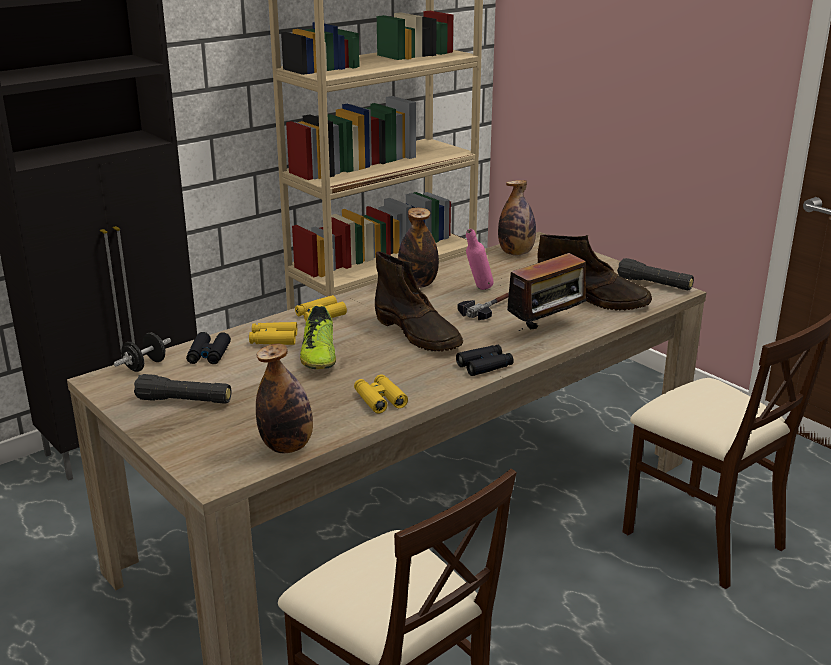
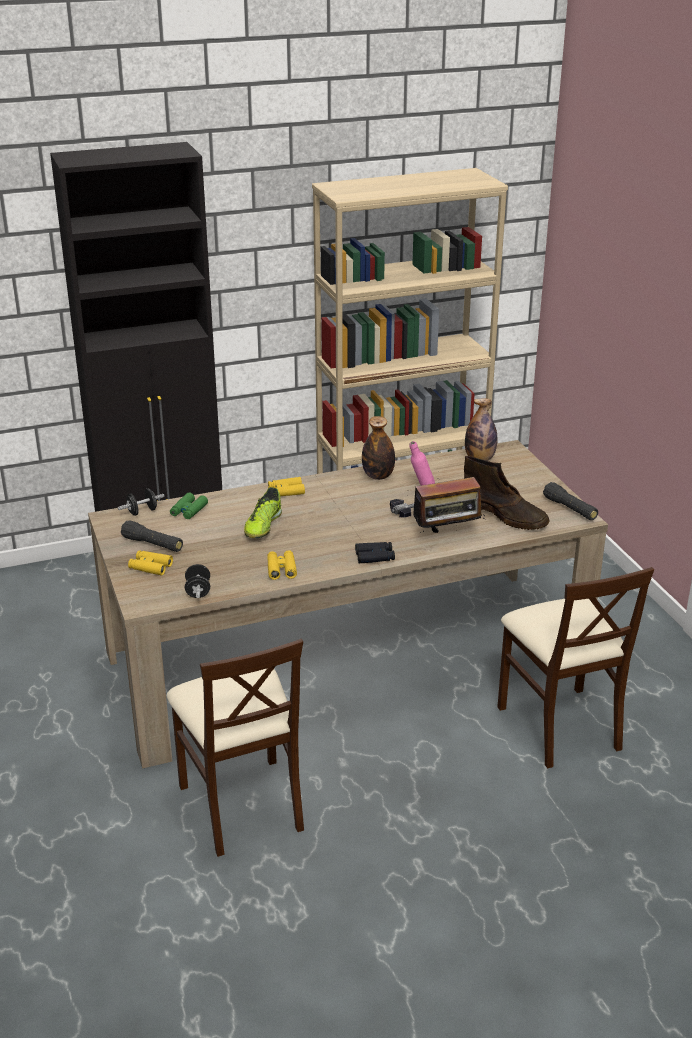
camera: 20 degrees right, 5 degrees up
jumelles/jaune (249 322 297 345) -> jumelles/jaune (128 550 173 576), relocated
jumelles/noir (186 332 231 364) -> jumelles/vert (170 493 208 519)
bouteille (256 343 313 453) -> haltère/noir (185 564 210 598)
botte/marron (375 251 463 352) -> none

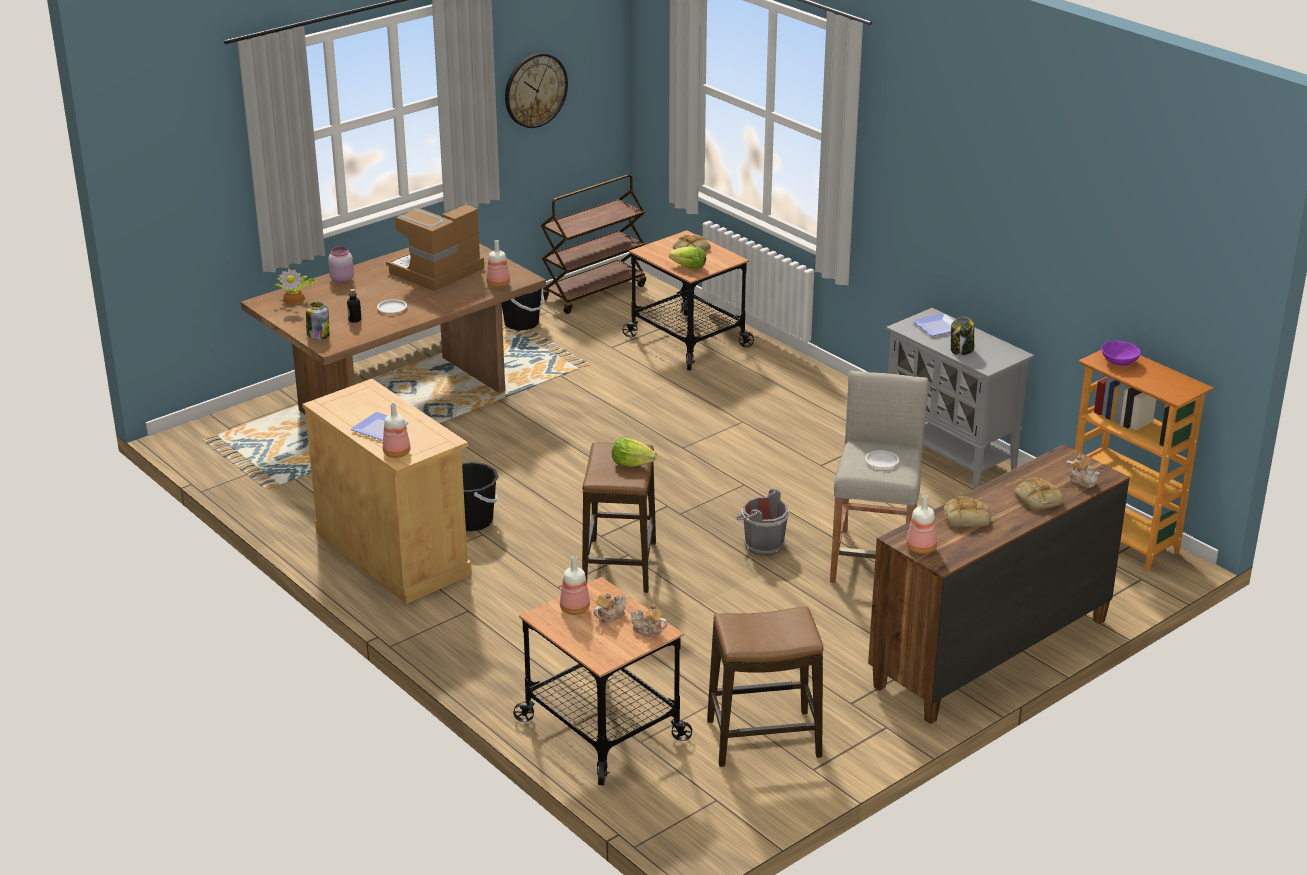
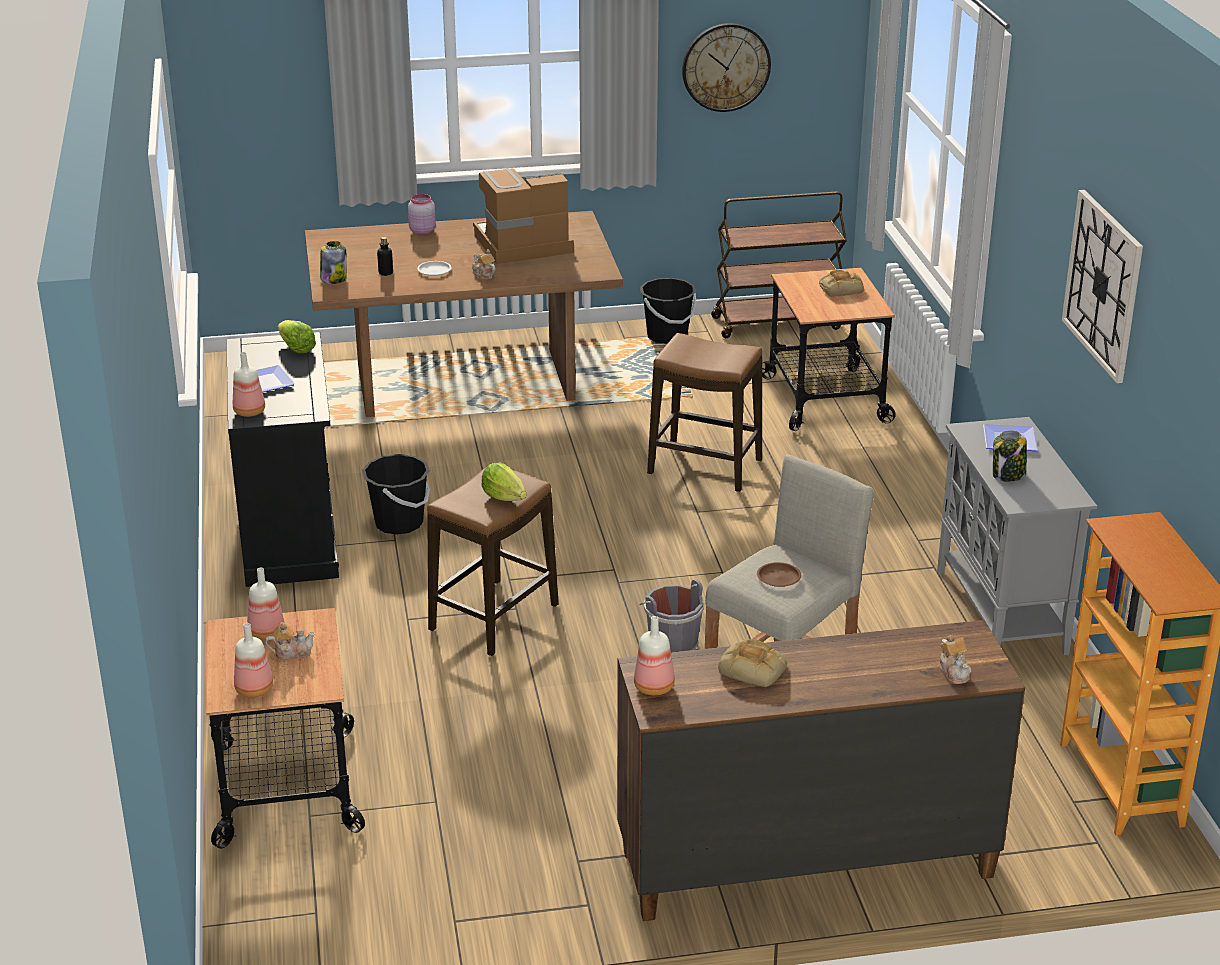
camera: 30 degrees right, 0 degrees up
meuble de rangement/beige (302 379 472 604) -> meuble de rangement/noir (226 332 339 587)
bouteille (487 240 510 288) -> bouteille (234 623 273 697), relocated
laitue (669 246 706 270) -> laitue (278 320 316 353), relocated
théière (630 603 668 637) -> théière (472 249 495 279), relocated
tabouret (707 606 824 767) -> tabouret (647 333 762 492), relocated
assiette/blanc (865 450 899 468) -> assiette/marron (757 562 801 587)
none -> horloge murale (1062 190 1143 383)
plante en pot (272 268 317 305) -> none
pain (1014 477 1064 510) -> none
bol/violet (1101 341 1141 366) -> none

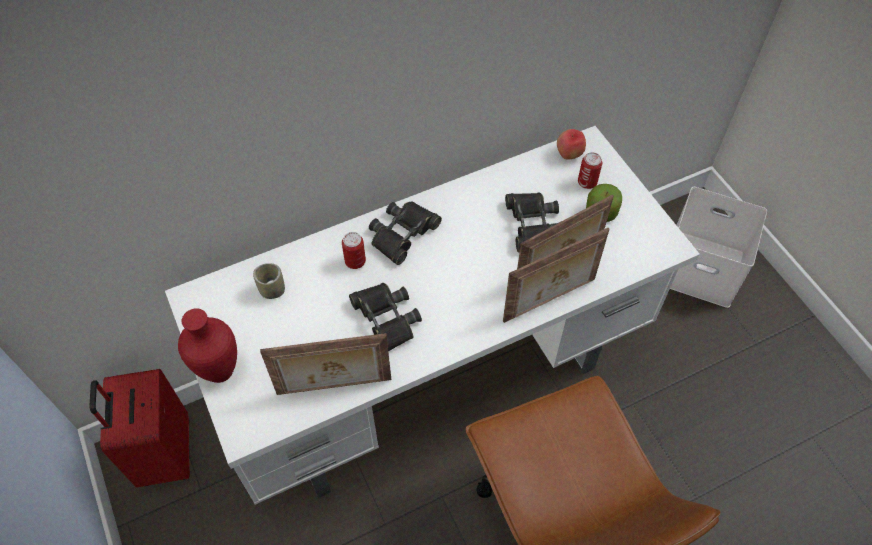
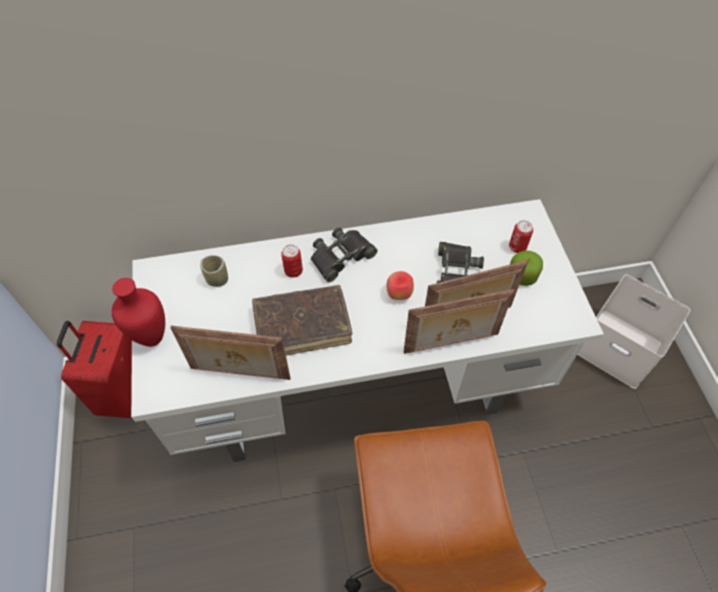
camera: 15 degrees right, 0 degrees up
jumelles/noir (349 283 422 351) -> livre/marron (252 285 352 355)
pomme (557 129 586 160) -> pomme (386 271 414 300), relocated

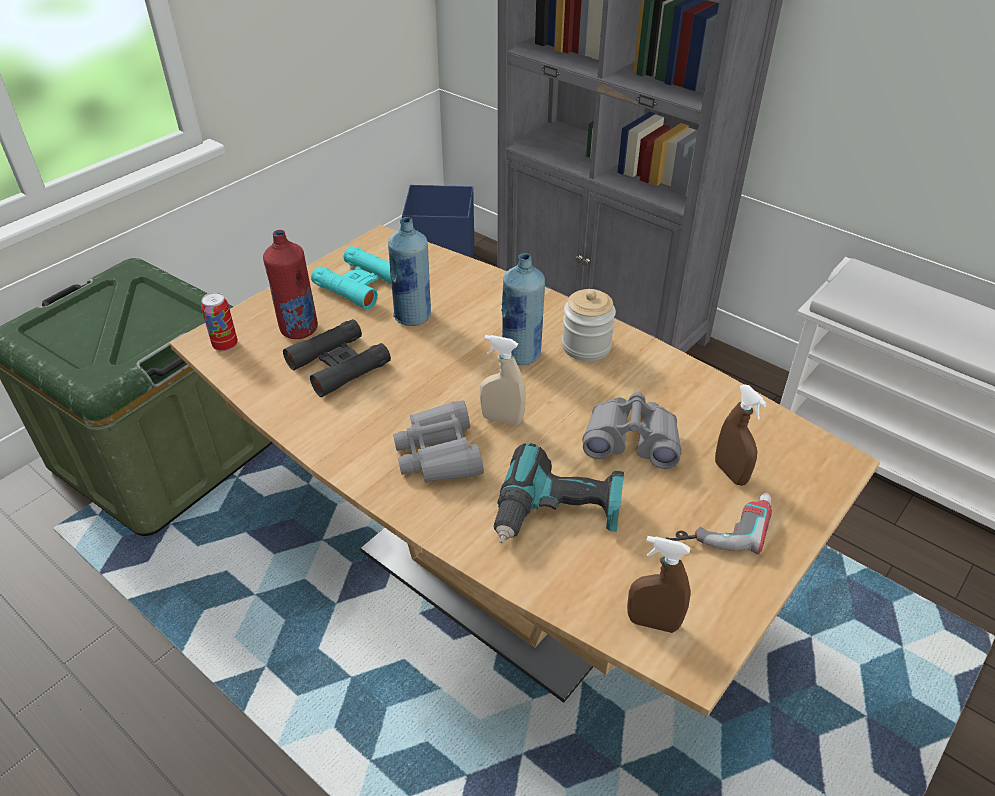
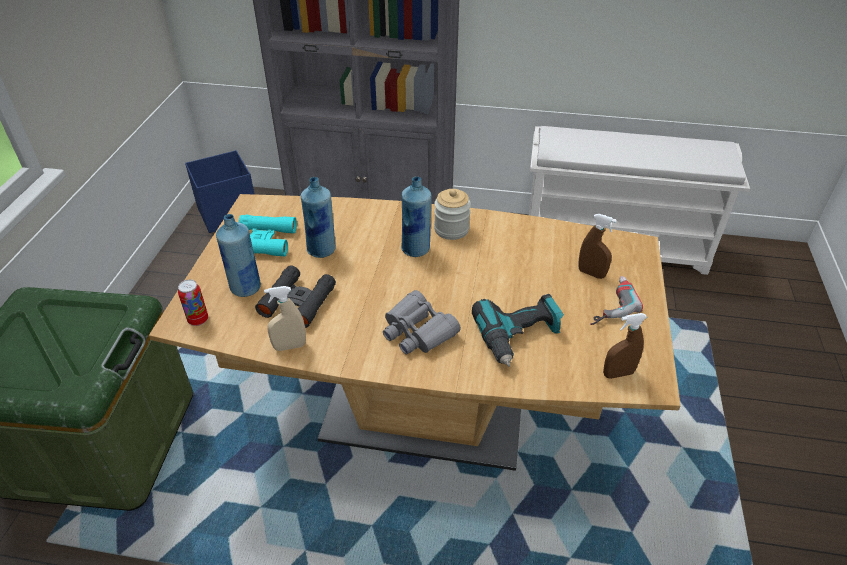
camera: 30 degrees left, 0 degrees up
bouteille/rouge (263 230 318 339) -> bouteille/bleu (216 214 261 297)
vaporisateur/beige (480 335 526 425) -> vaporisateur/beige (264 286 306 351), relocated
jumelles/gris (582 392 682 469) -> none

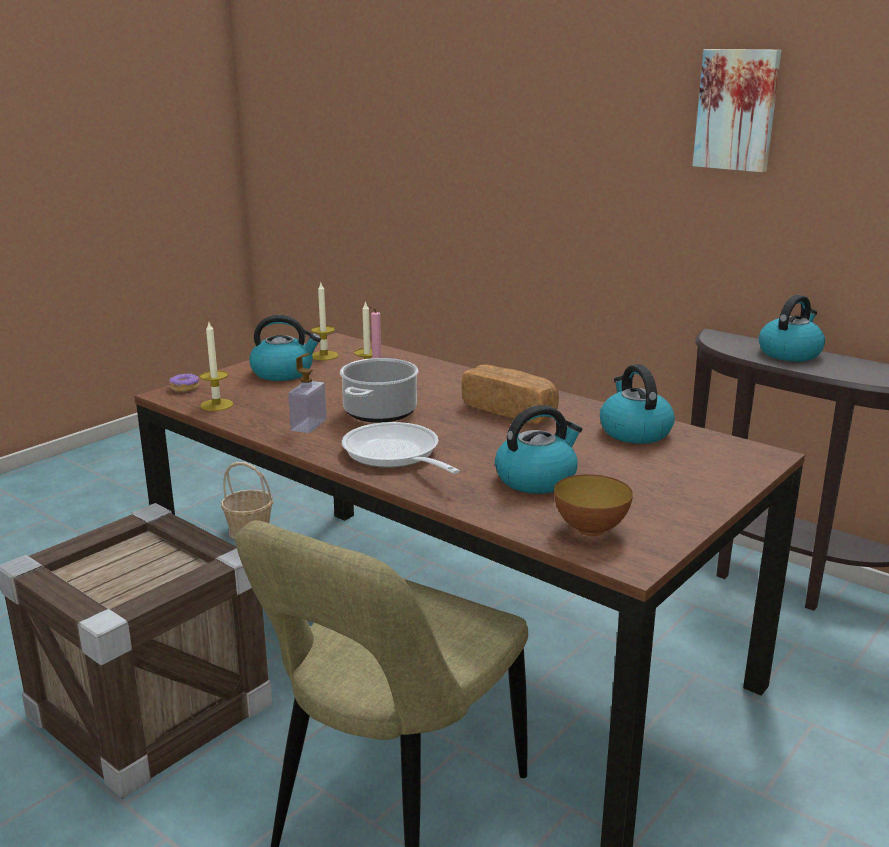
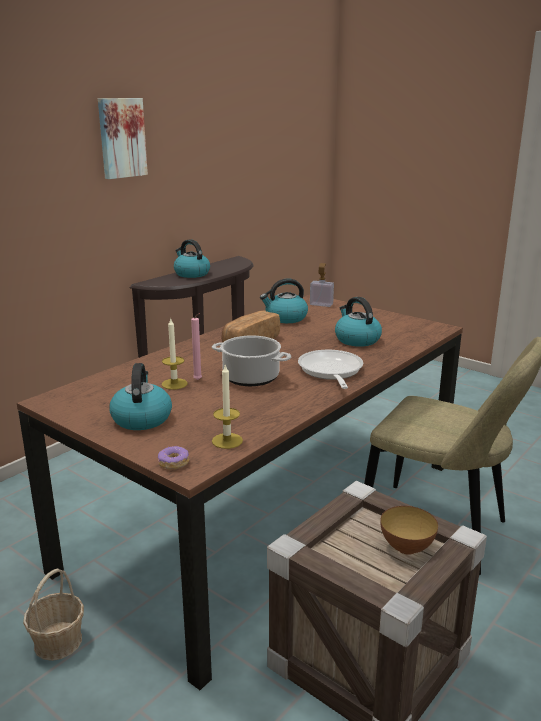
camera: 90 degrees left, 0 degrees up
poêle (342 422 460 474) -> poêle (298 350 363 389), 120 degrees clockwise
distributeur de savon (288 353 327 433) -> distributeur de savon (310 263 334 307), relocated
bol (554 474 633 536) -> bol (380 506 438 555), relocated
bougie (311 283 339 360) -> none

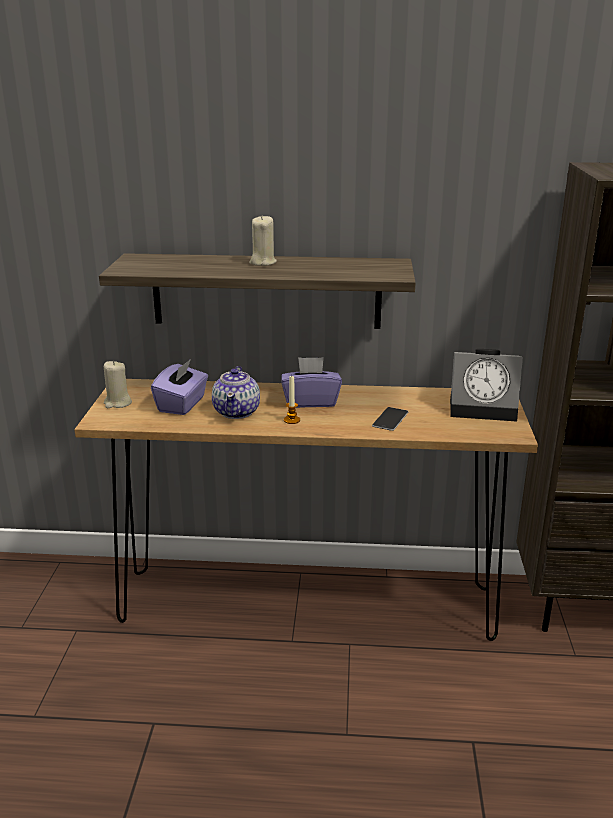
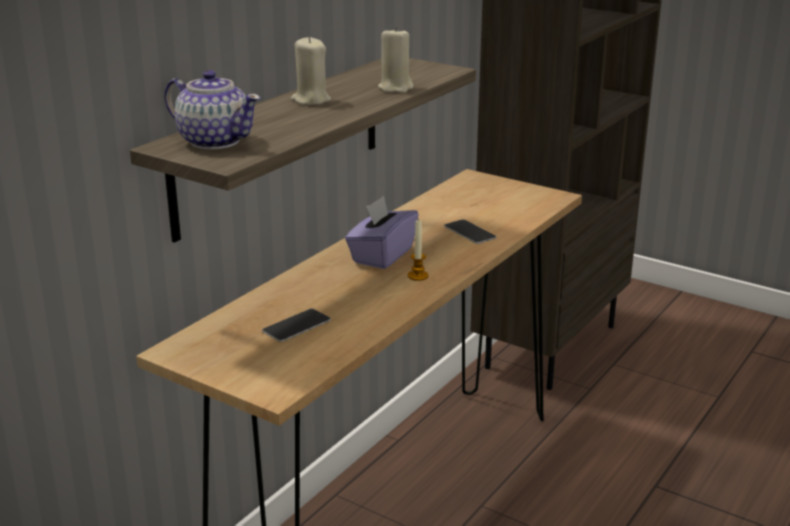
camera: 60 degrees left, 0 degrees up
théière (212 366 260 419) -> théière (164 70 261 149), relocated
boîte à mouchoirs/violet (151 359 208 415) -> téléphone (262 309 331 342)
bougie/beige (104 361 132 408) -> bougie/beige (378 26 414 93), relocated
réveil (450 349 523 422) -> none

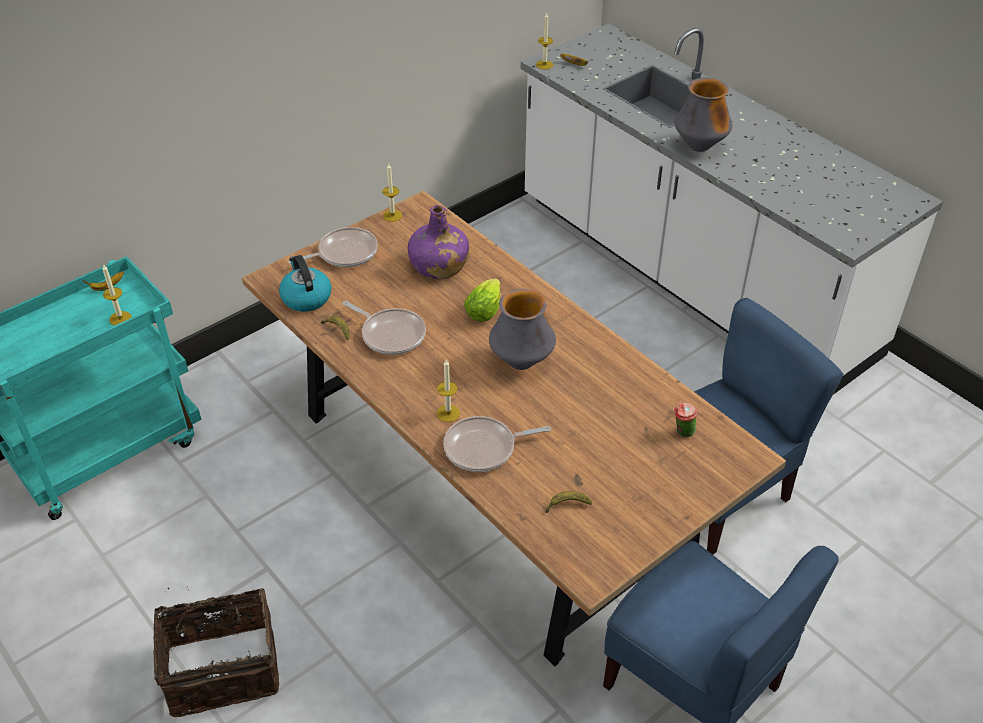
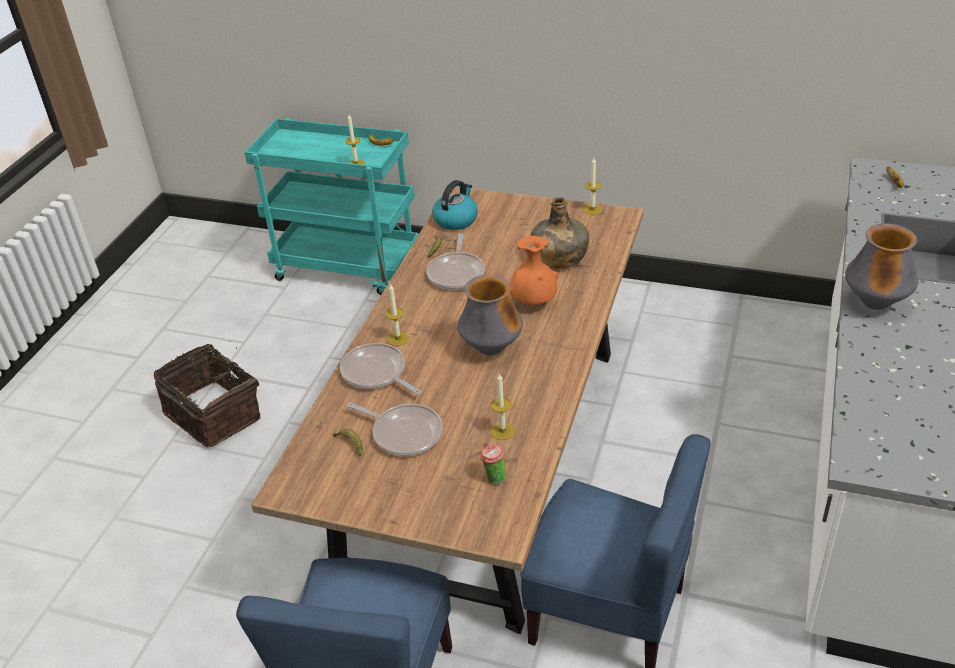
camera: 60 degrees right, 5 degrees down
poêle (288 227 378 267) -> poêle (347 402 443 456), relocated
bougie (536 12 553 70) -> bougie (491 373 515 440), relocated
laitue (464 278 501 322) -> vase/orange (510 236 559 306)
bouteille/violet (408 205 469 279) -> bouteille/vert (531 197 589 269)

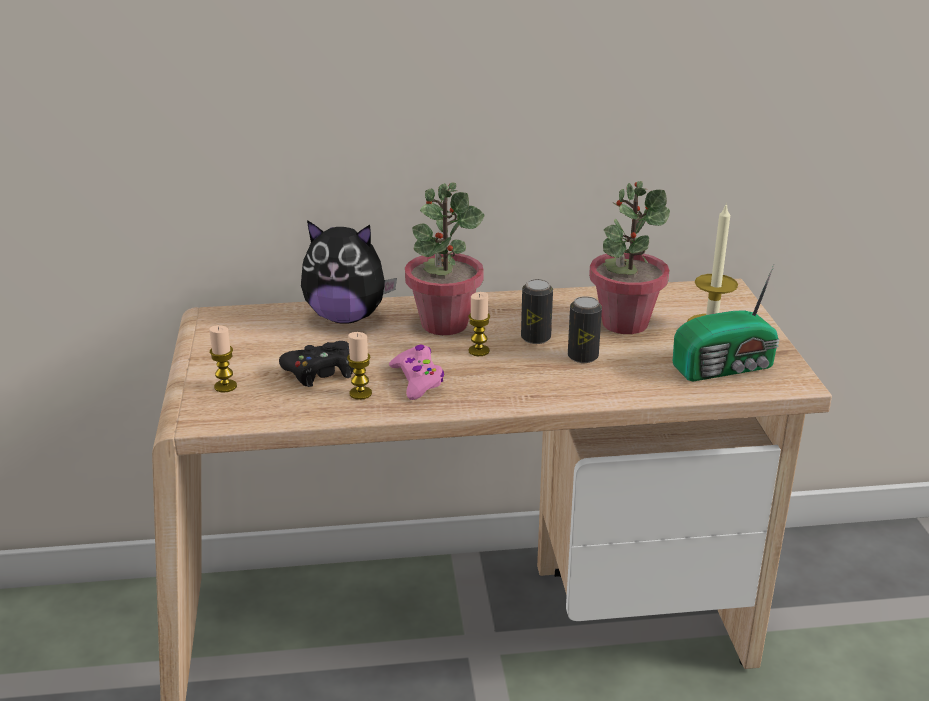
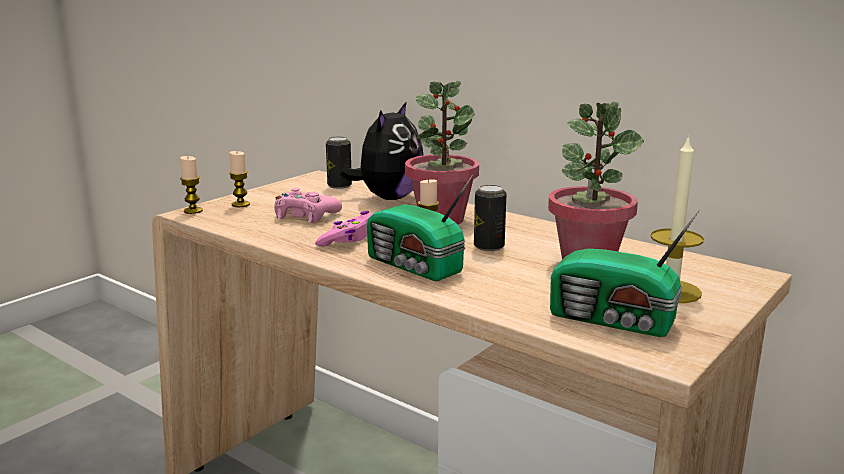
camera: 45 degrees right, 10 degrees down
bougie (347 332 372 400) -> bougie (180 156 203 214), relocated
manette/noir (279 341 354 387) -> manette/rose (274 188 342 223)
boîte métallique (568 296 602 363) -> boîte métallique (326 137 352 189), relocated
peluche (301 220 397 324) -> peluche (340 101 423 200), 120 degrees counterclockwise
none -> radio (367 175 473 281)

